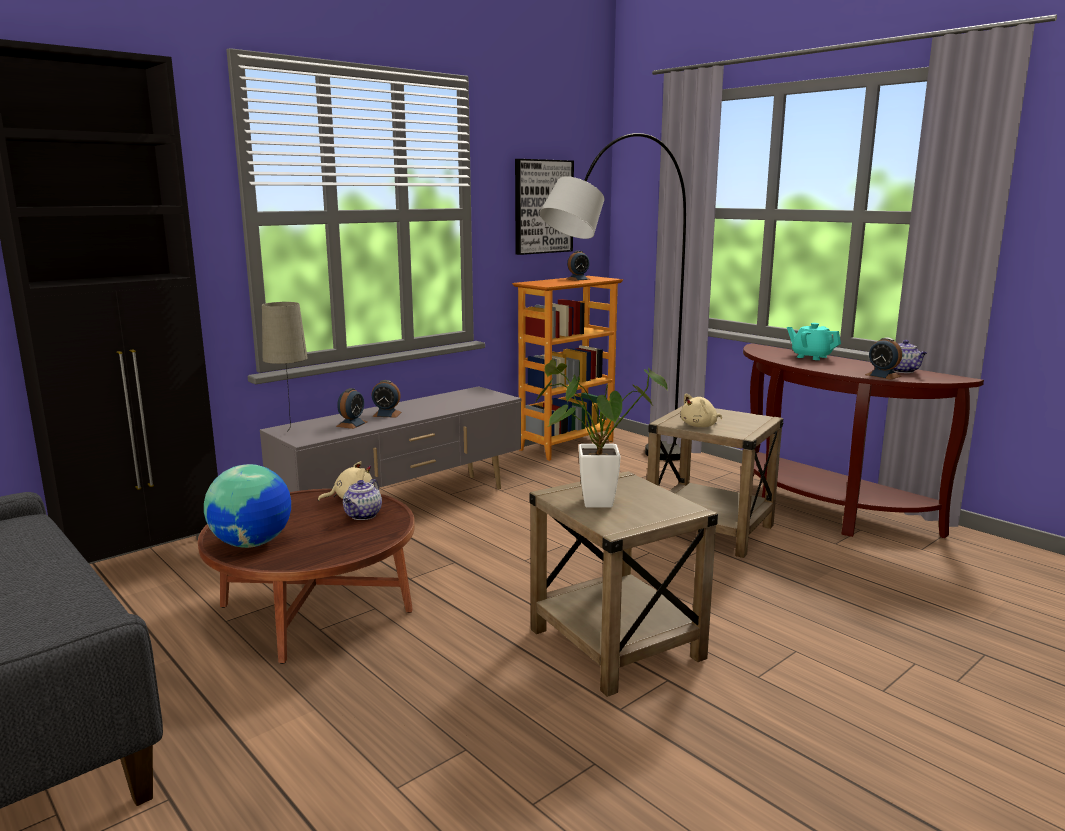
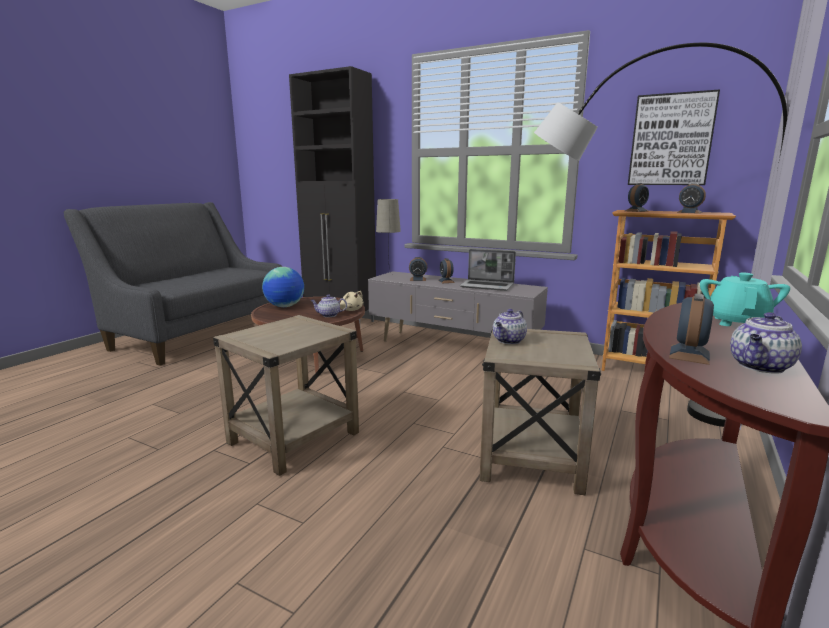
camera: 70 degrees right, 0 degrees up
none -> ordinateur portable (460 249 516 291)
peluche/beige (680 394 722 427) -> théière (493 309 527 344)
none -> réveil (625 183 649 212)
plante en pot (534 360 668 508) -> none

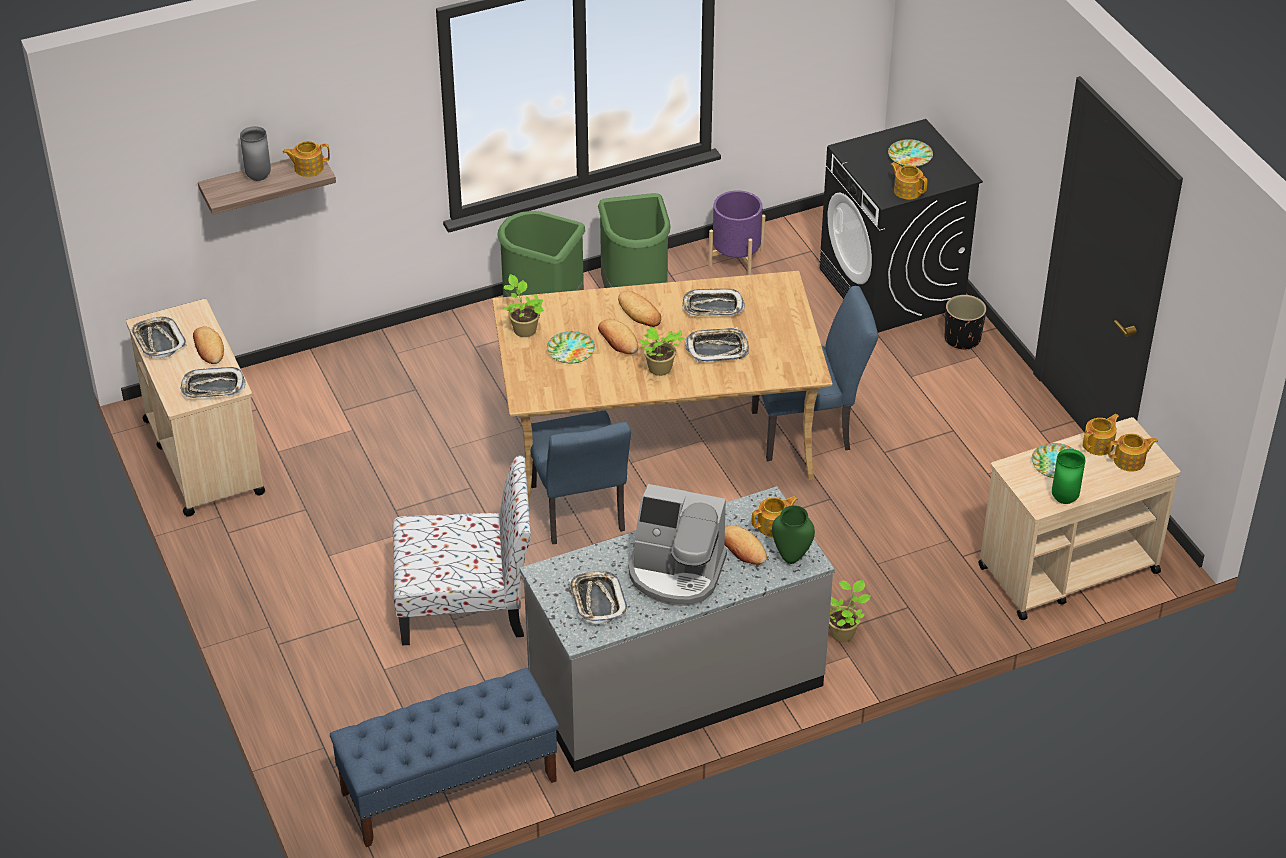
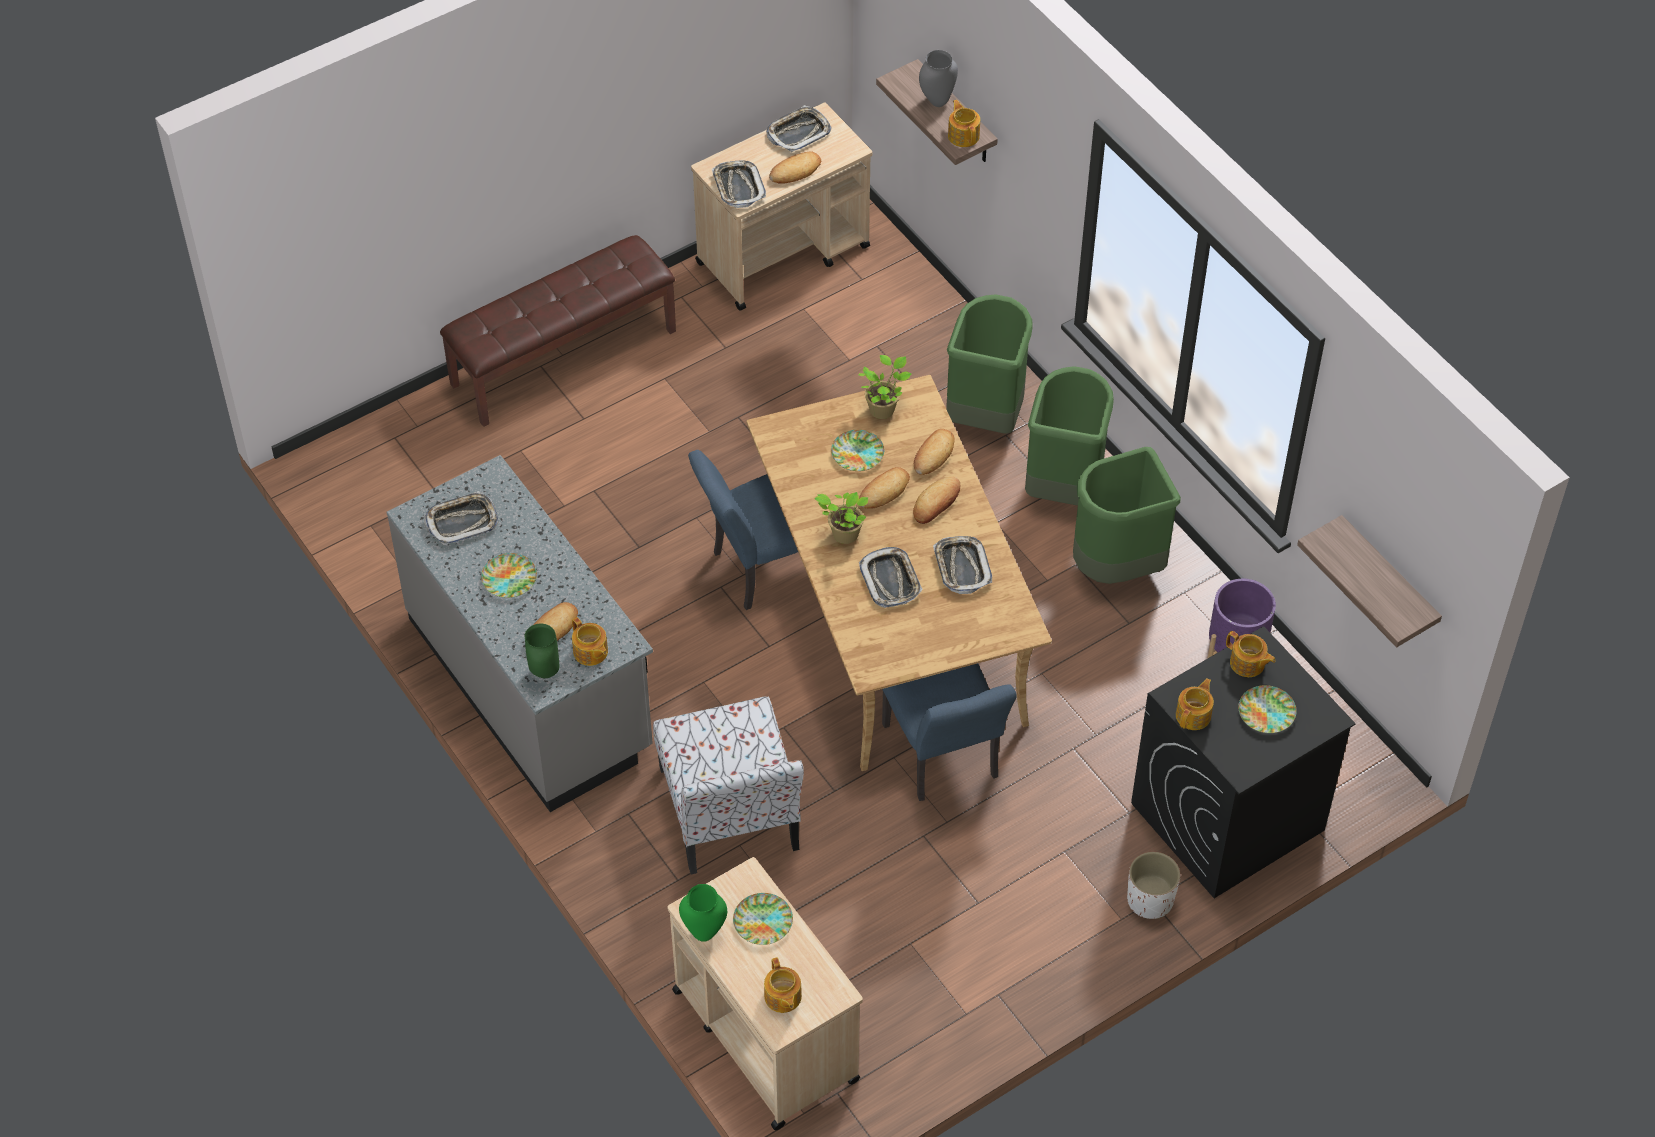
camera: 80 degrees right, 10 degrees up
none -> banc/marron (440 235 676 427)
machine à café (628 484 727 606) -> assiette (481 553 537 598)
chaise (392 456 531 645) -> chaise (653 697 804 875), relocated
none -> pain (914 429 954 475)
none -> poubelle/vert (946 294 1033 434)
cache-pot/noir (944 295 986 350) -> cache-pot/blanc (1127 852 1180 919)
théière (1083 414 1119 455) -> théière (1226 631 1276 677), relocated
none -> étagère (1297 515 1442 647)
banc/bleu (330 668 559 847) -> none
plante en pot (829 580 871 642) -> none

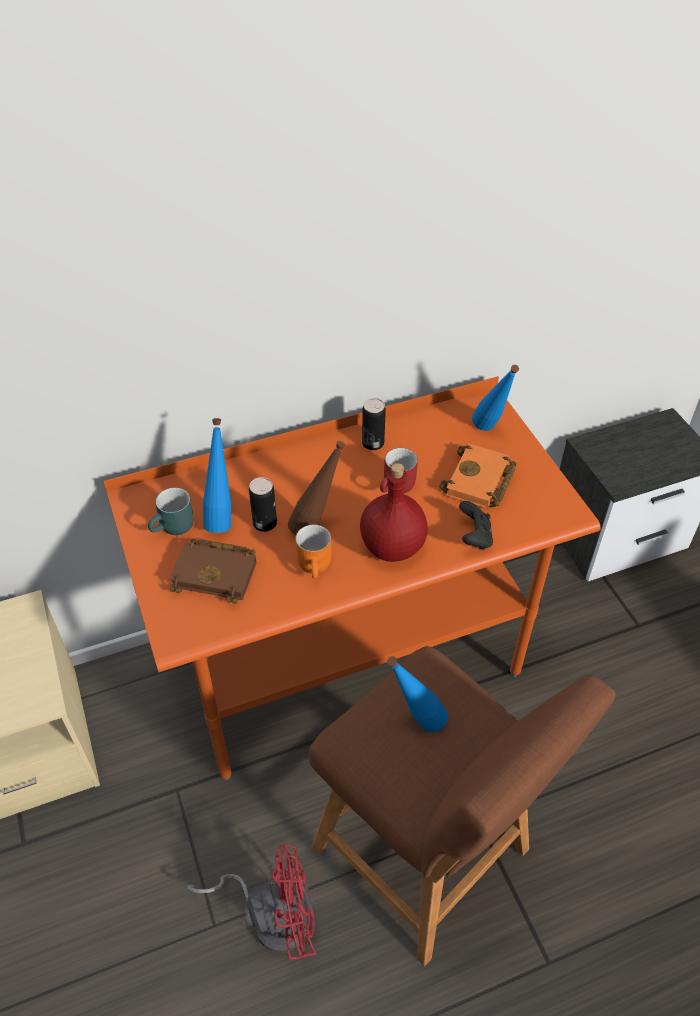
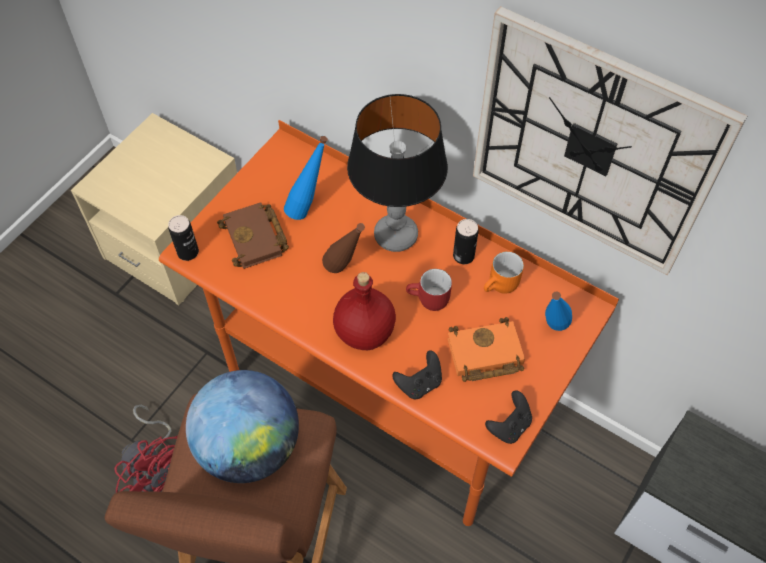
camera: 55 degrees right, 10 degrees up
boîte métallique (249 477 277 532) -> boîte métallique (168 215 199 261), relocated
bouteille/bleu (387 656 448 732) -> globe (186 370 299 483)
none -> lampe de table (347 94 448 252)
none -> horloge murale (473 6 748 275)
mug/orange (295 525 331 579) -> mug/orange (484 251 524 294), relocated
none -> manette/noir (485 390 532 444)
mug/turquoise (148 488 194 535) -> none

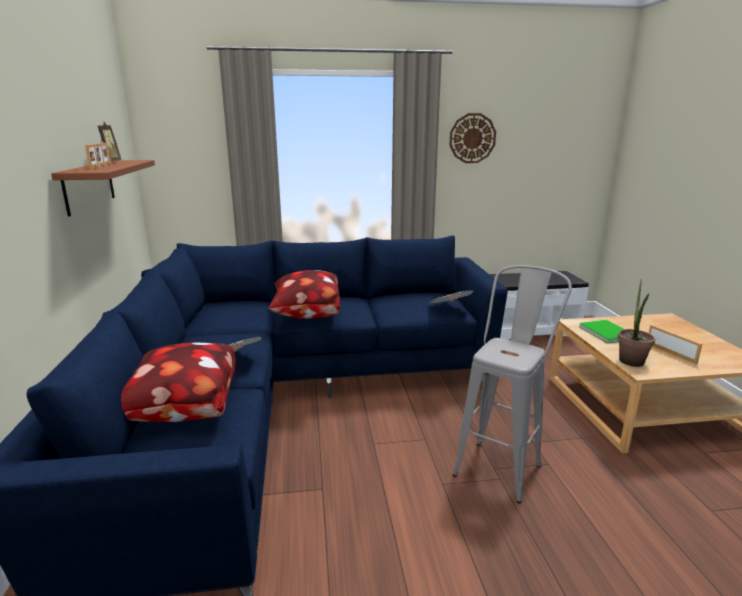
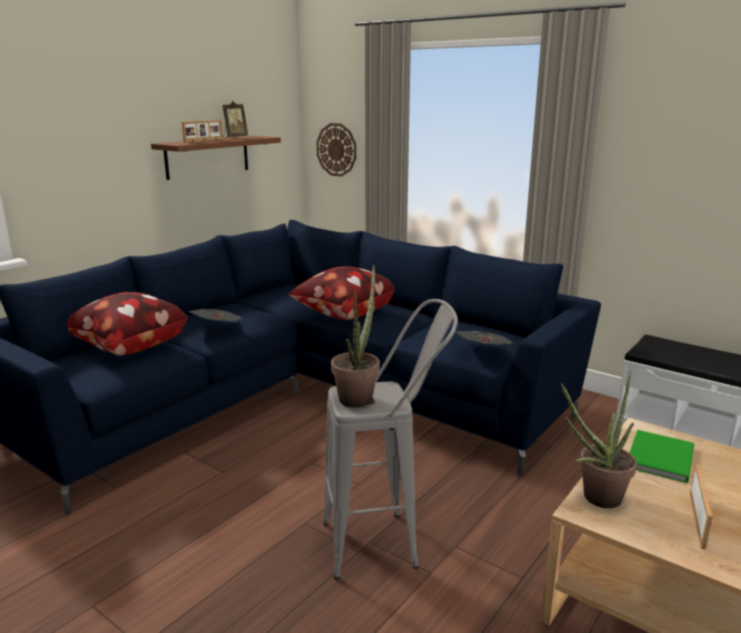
camera: 45 degrees right, 0 degrees up
horloge murale (449 113 496 163) -> horloge murale (316 123 356 177), relocated
none -> plante en pot (331 265 380 408)

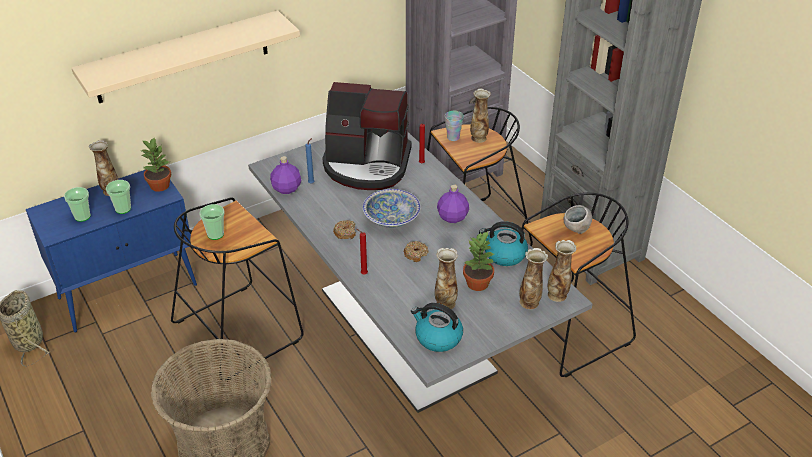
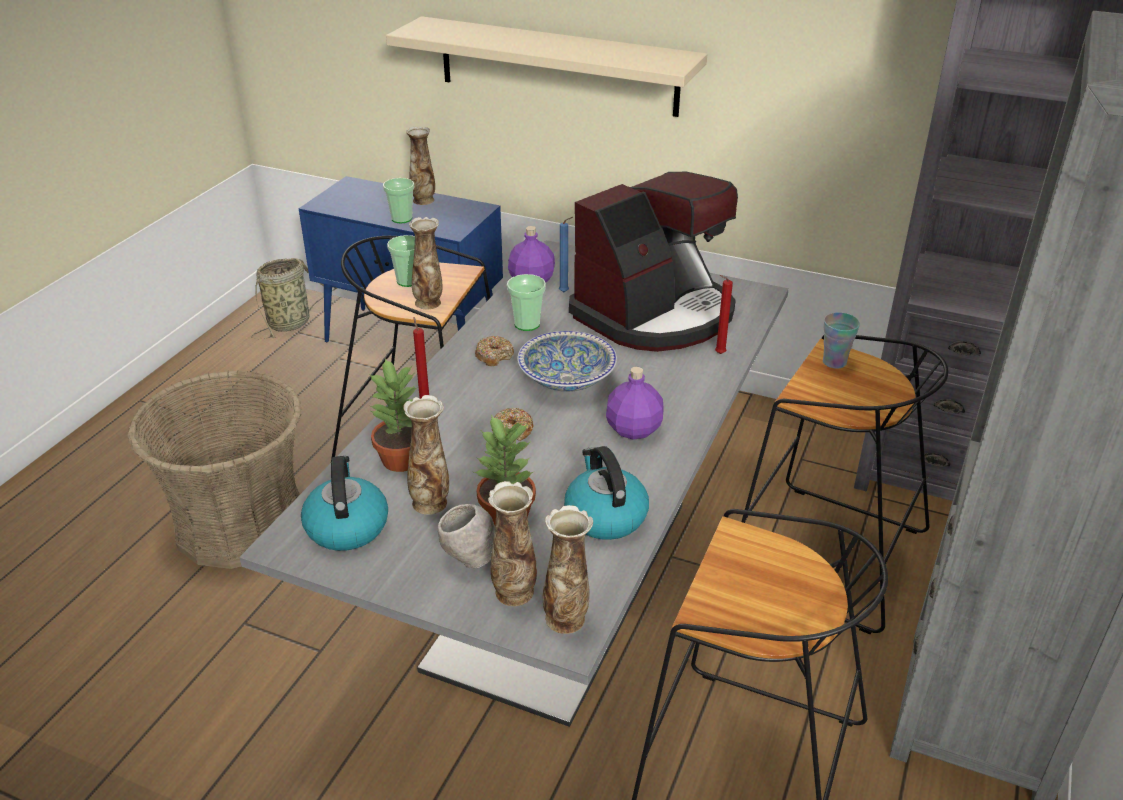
camera: 55 degrees right, 5 degrees down
plante en pot (141 138 171 192) -> plante en pot (369 358 418 472), relocated
vase (470 89 491 143) -> vase (409 217 443 309), relocated
bol/gris (564 205 592 234) -> bol/gris (438 504 495 569), relocated
tasse (64 187 91 222) -> tasse (507 274 546 331), relocated
machine à café (323 82 412 190) -> machine à café (569 172 738 352), 105 degrees counterclockwise

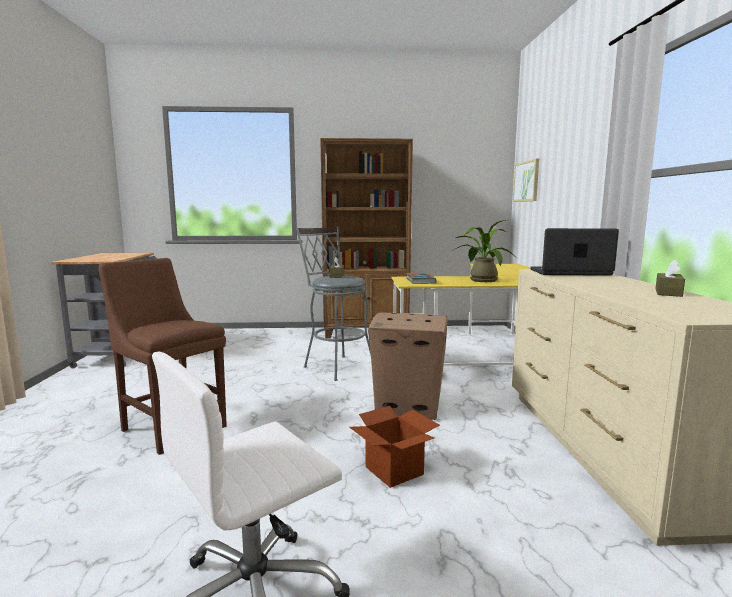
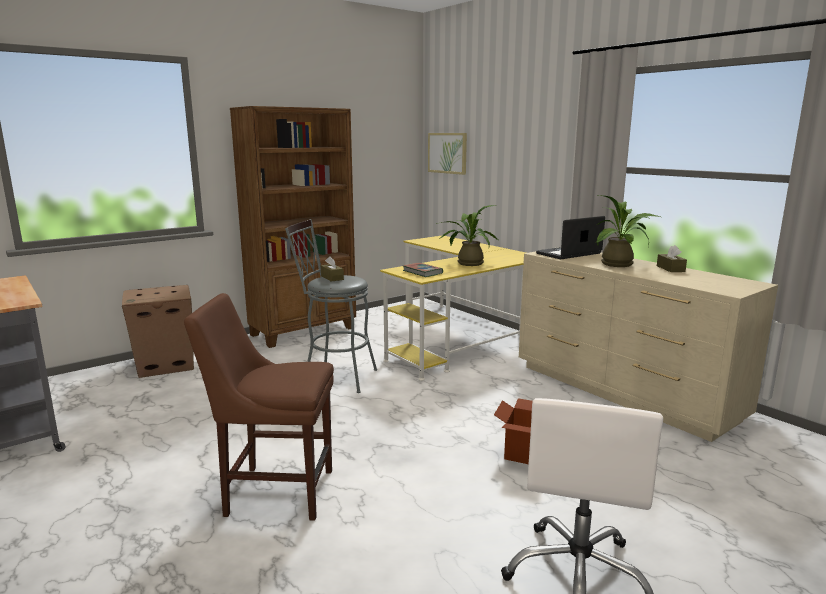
camera: 35 degrees left, 5 degrees up
carton (368 312 447 420) -> carton (122 285 194 378), relocated
none -> plante en pot (596 195 660 267)

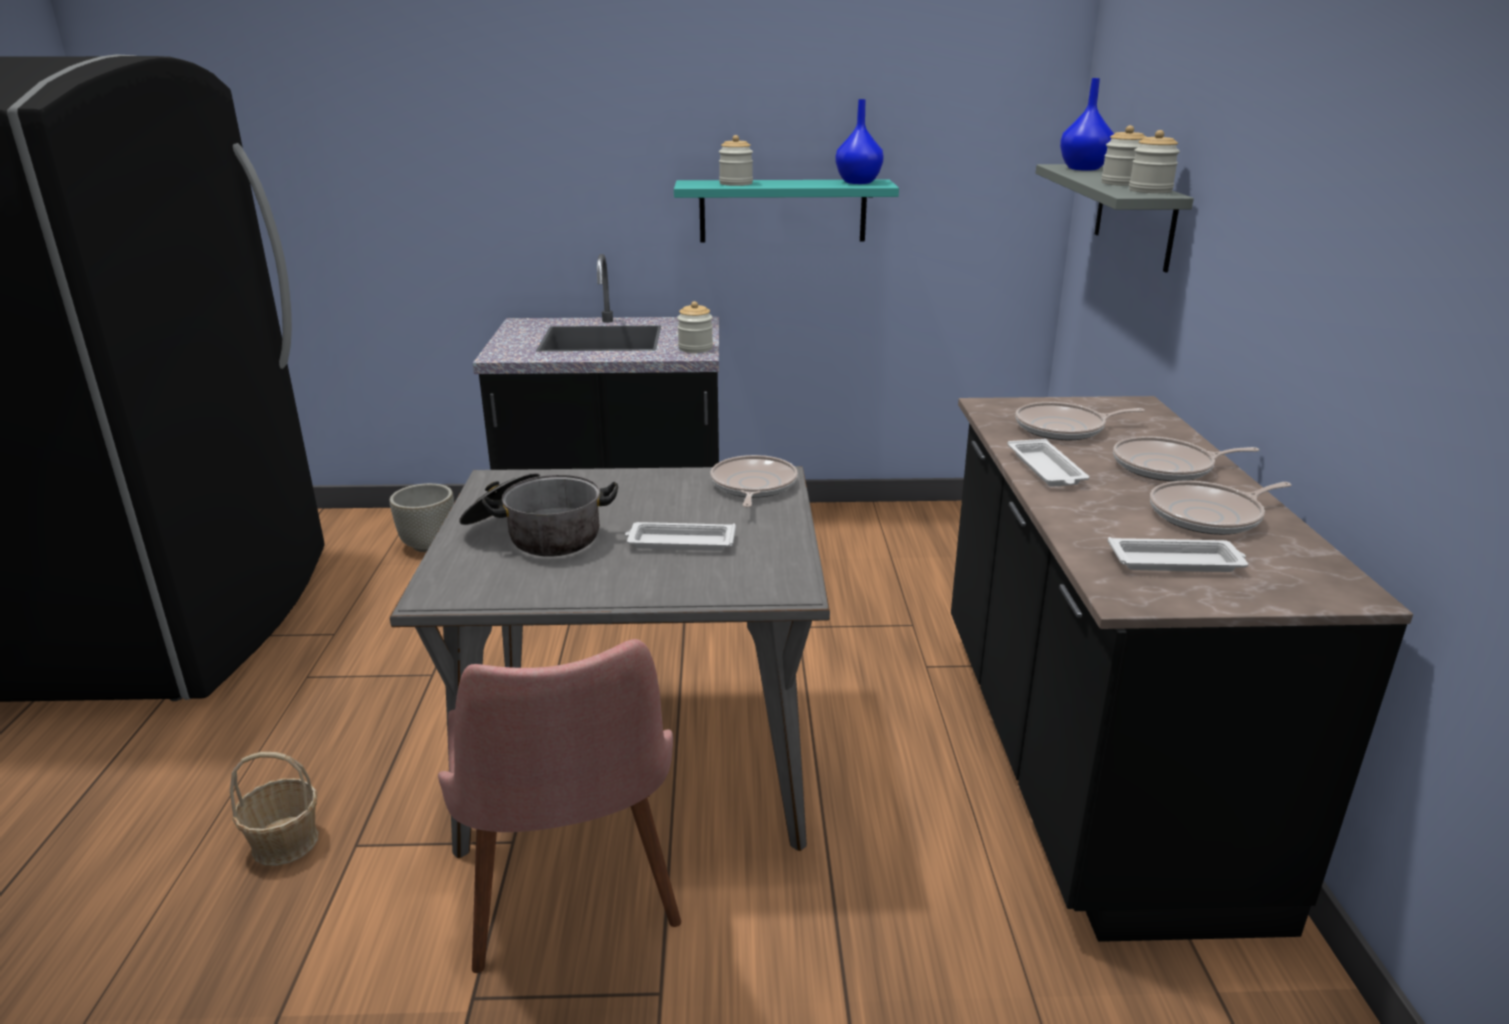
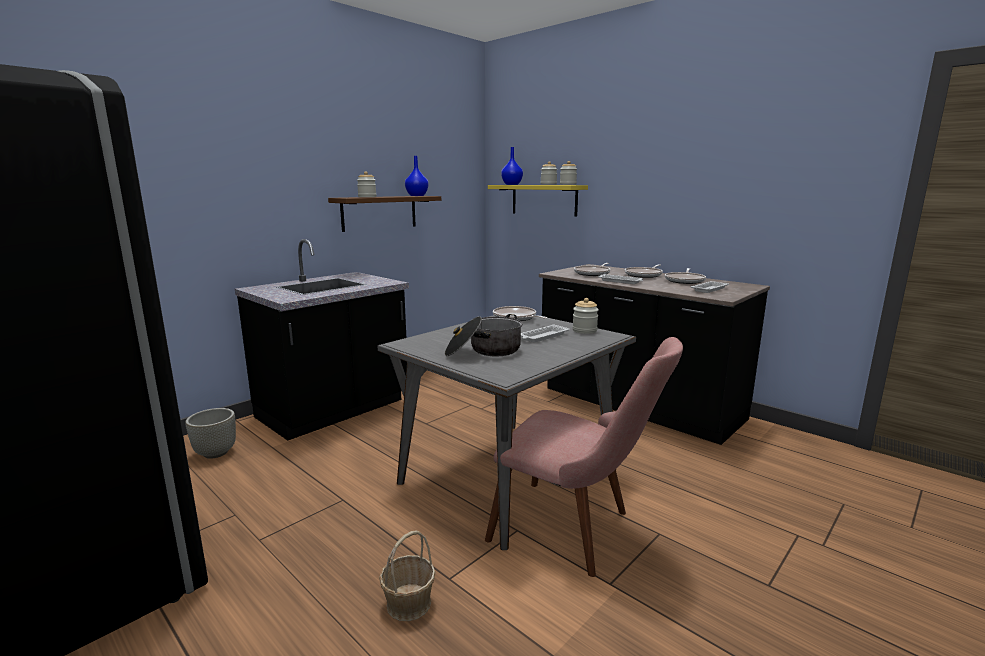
camera: 45 degrees left, 10 degrees down
étagère/turquoise (674 180 899 242) -> étagère/marron (328 196 441 232)
étagère/gris (1036 164 1194 273) -> étagère/jaune (488 185 588 217)
bocal (677 301 713 353) -> bocal (572 298 599 334), relocated

